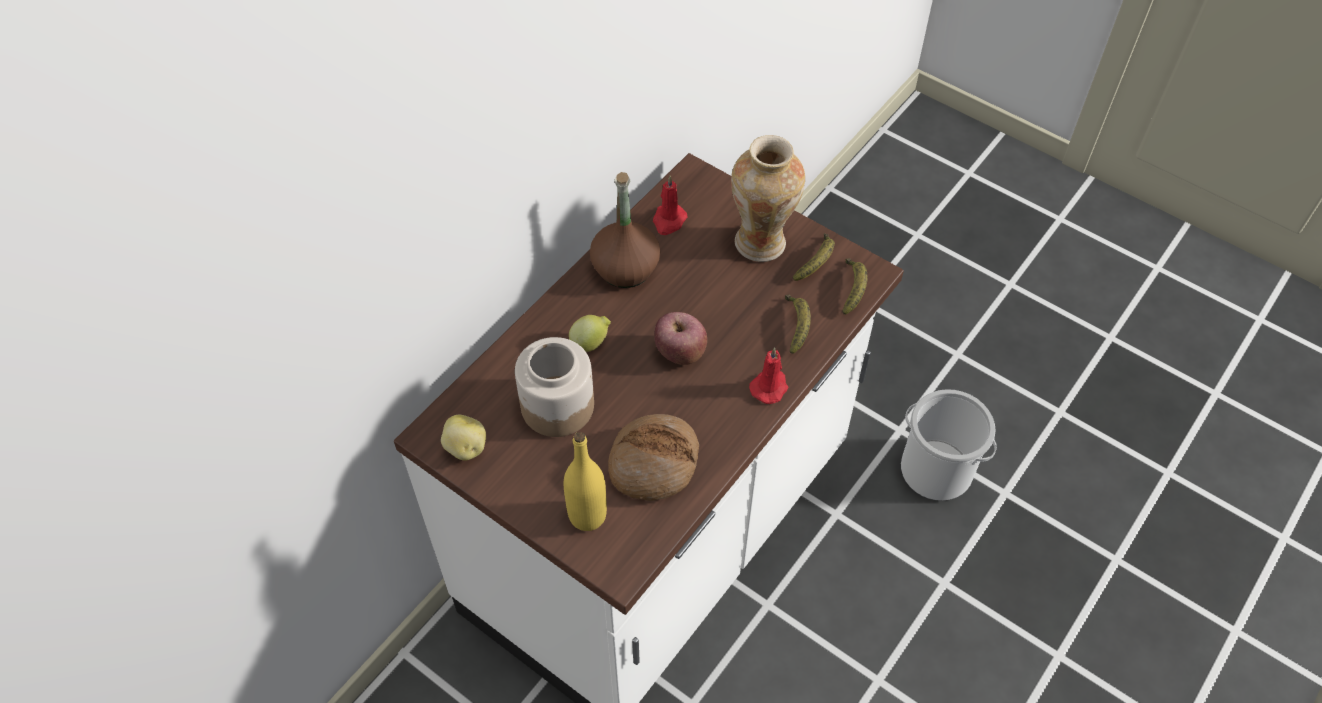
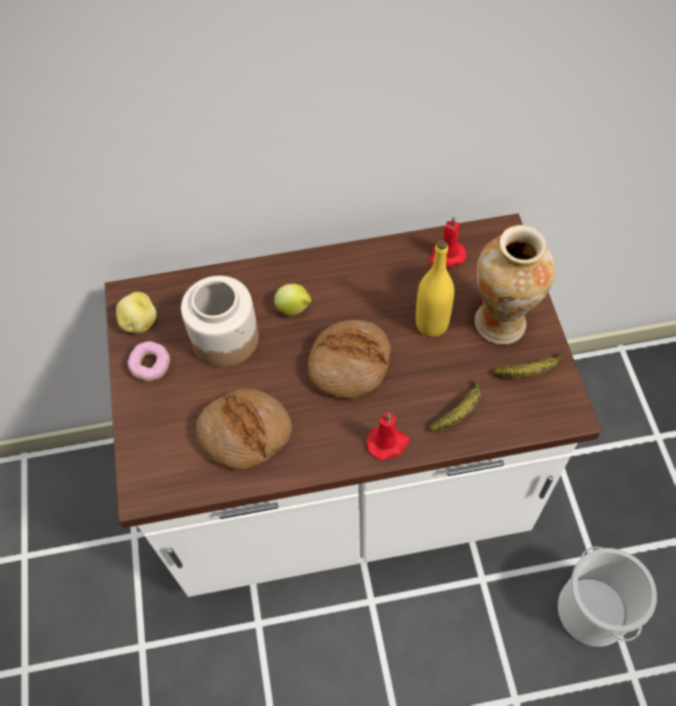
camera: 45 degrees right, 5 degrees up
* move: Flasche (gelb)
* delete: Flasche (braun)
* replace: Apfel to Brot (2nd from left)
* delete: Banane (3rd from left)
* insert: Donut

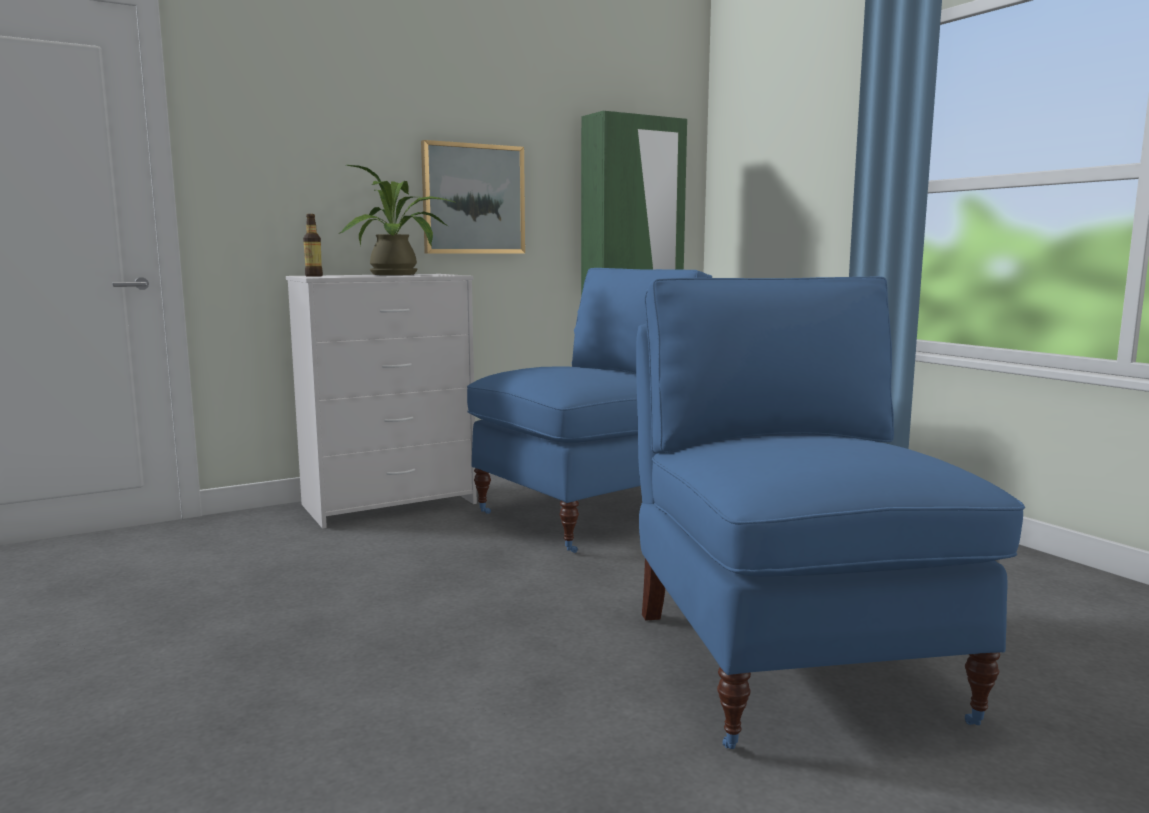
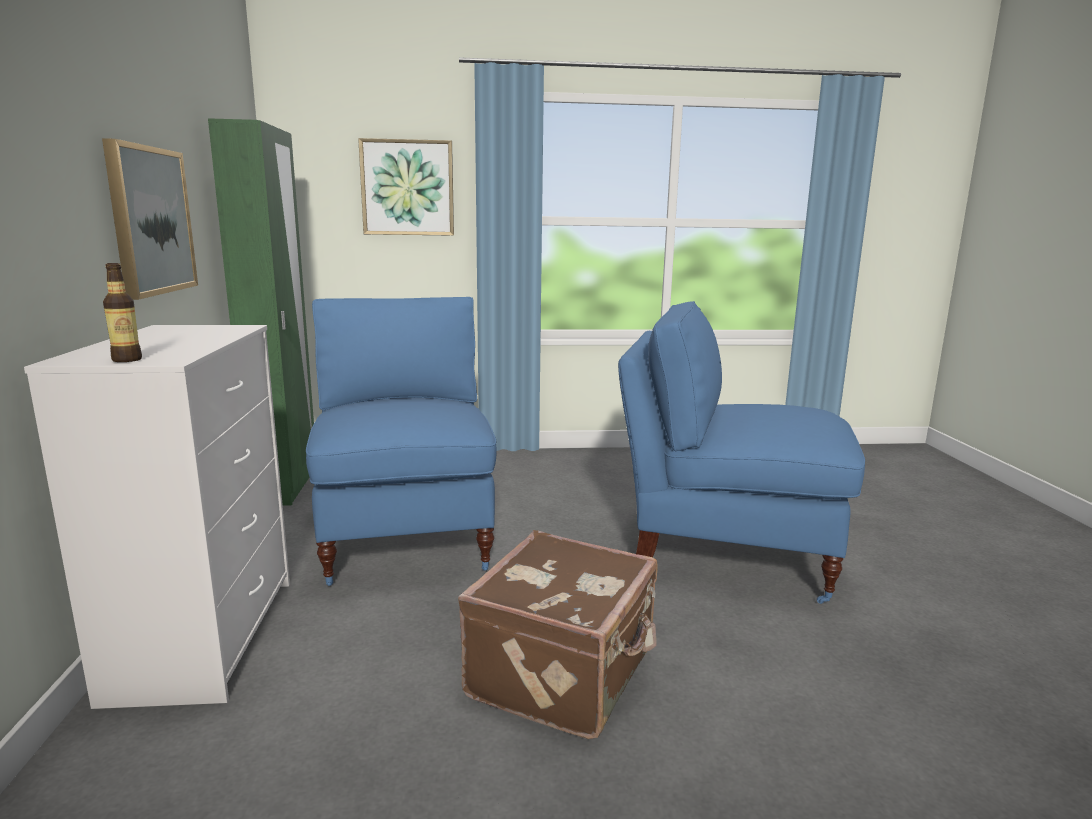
camera: 65 degrees left, 5 degrees up
* delete: Topfpflanze
* insert: Bild (2nd from left)
* insert: Koffer (braun)

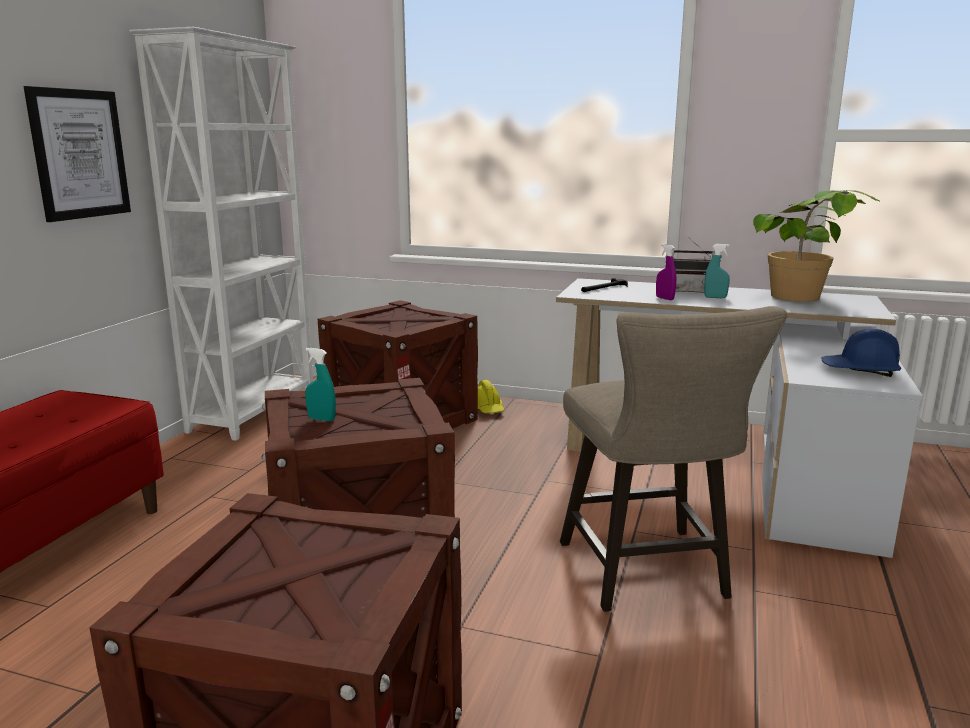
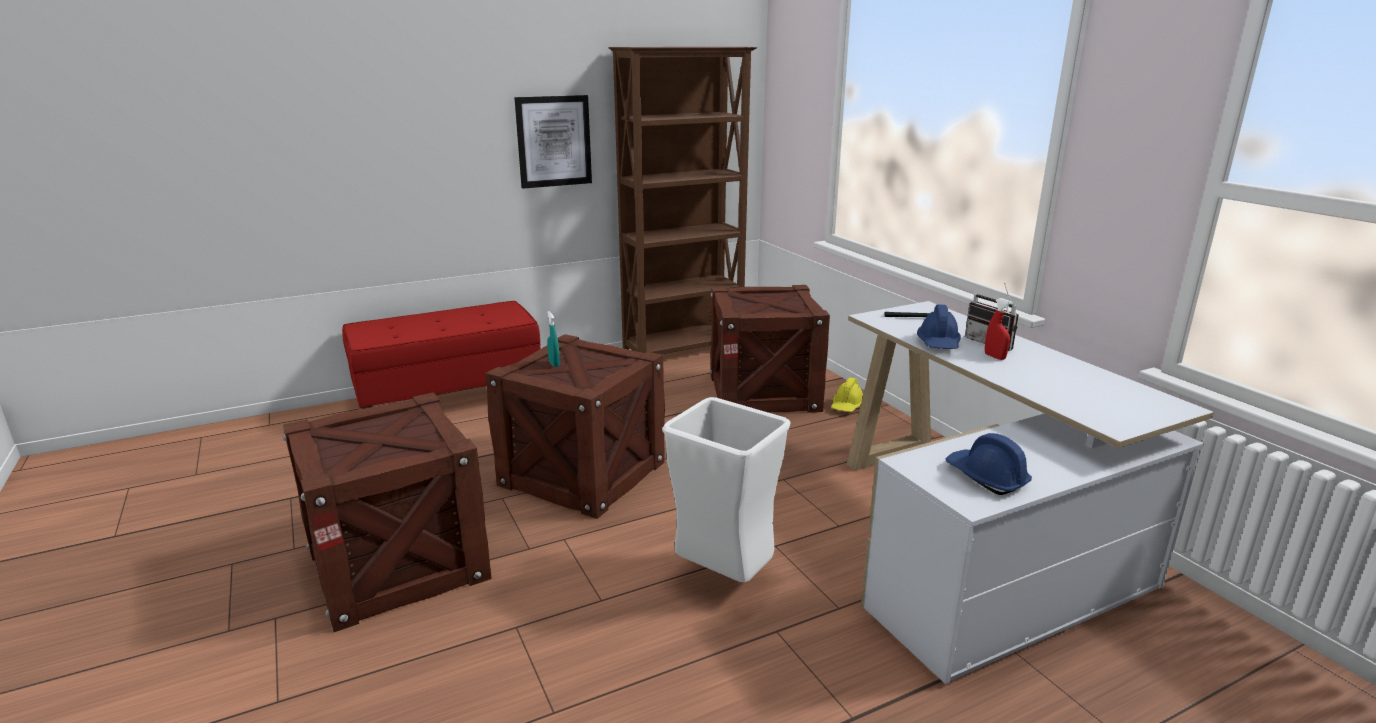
camera: 45 degrees right, 5 degrees up
* recolor: Bücherregal (weiß) to Bücherregal (braun)
* replace: Hocker (beige) to Mülleimer (weiß)
* replace: Sprühflasche (lila) to Schutzhelm (blau) (1st from left)
* recolor: Sprühflasche (türkis) (2nd from left) to Sprühflasche (rot)
* delete: Topfpflanze

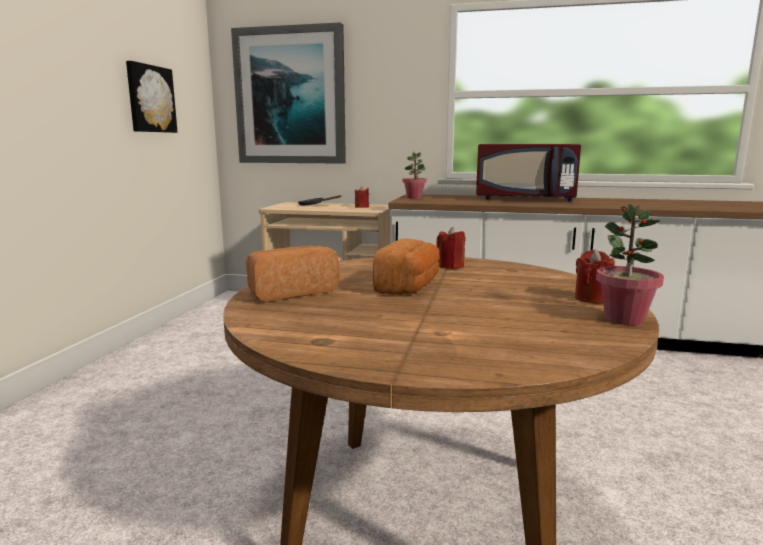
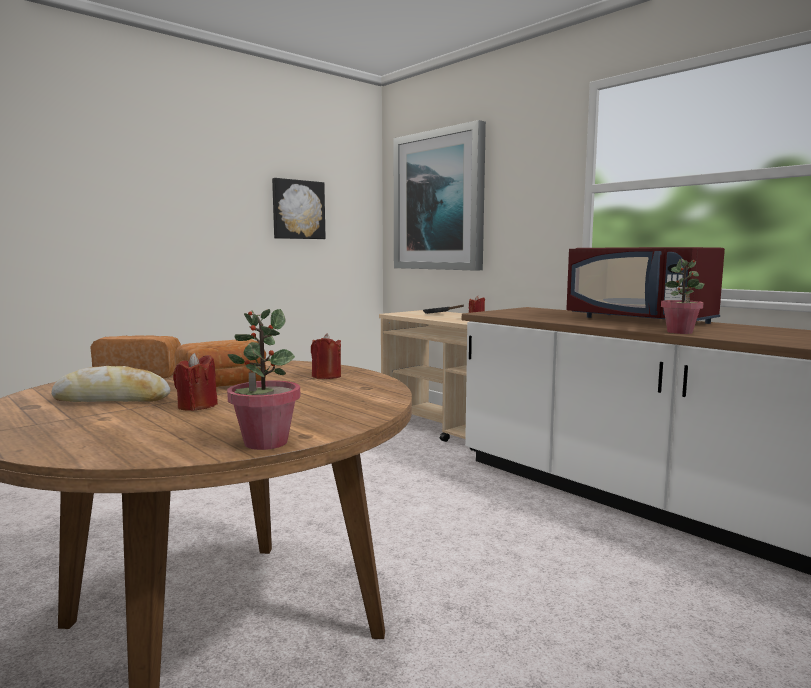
camera: 35 degrees right, 5 degrees down
* move: Topfpflanze (1st from left in the first image) to Topfpflanze (2nd from left)
* move: Kerze (rot) (3rd from left in the first image) to Kerze (rot) (1st from left)
* insert: Brot (1st from left)

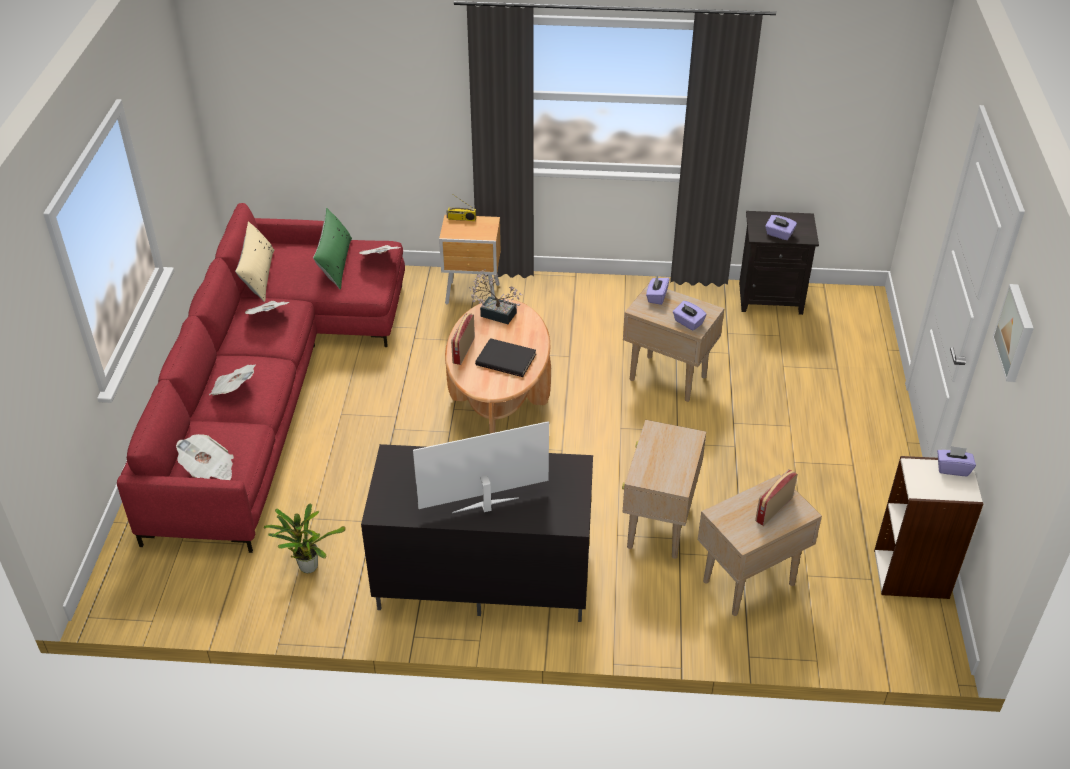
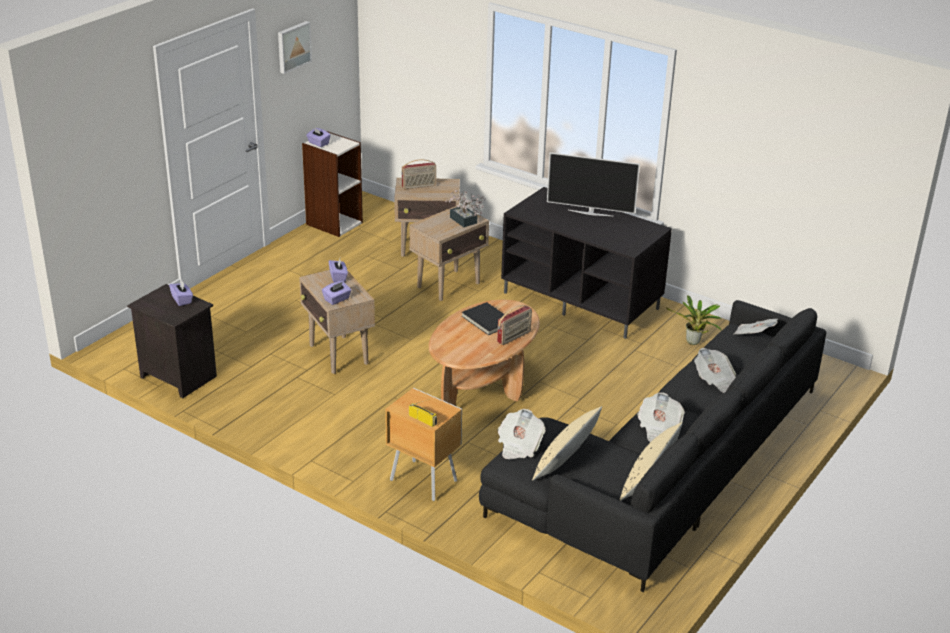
camera: 150 degrees left, 10 degrees down
* recolor: Sofa (rot) to Sofa (schwarz)
* recolor: Kissen (grün) to Kissen (beige) (1st from left)
* move: Topfpflanze (2nd from left in the first image) to Topfpflanze (1st from left)

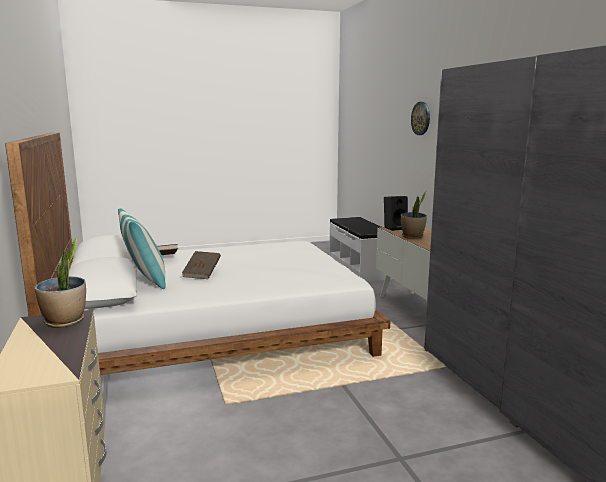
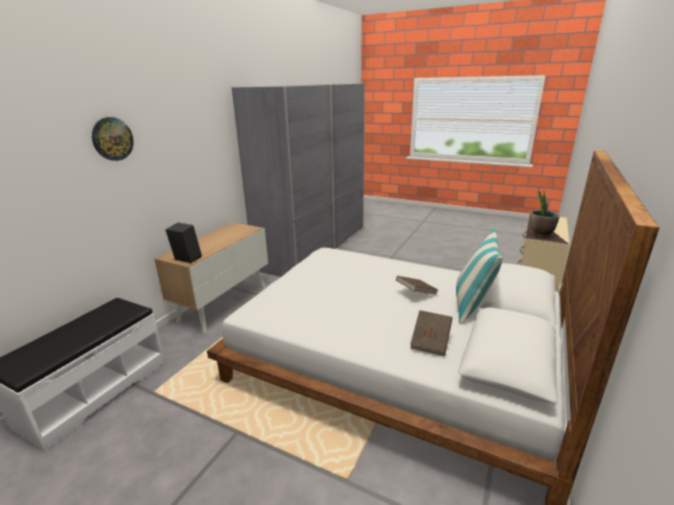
camera: 135 degrees left, 10 degrees up
* delete: Topfpflanze (2nd from left)

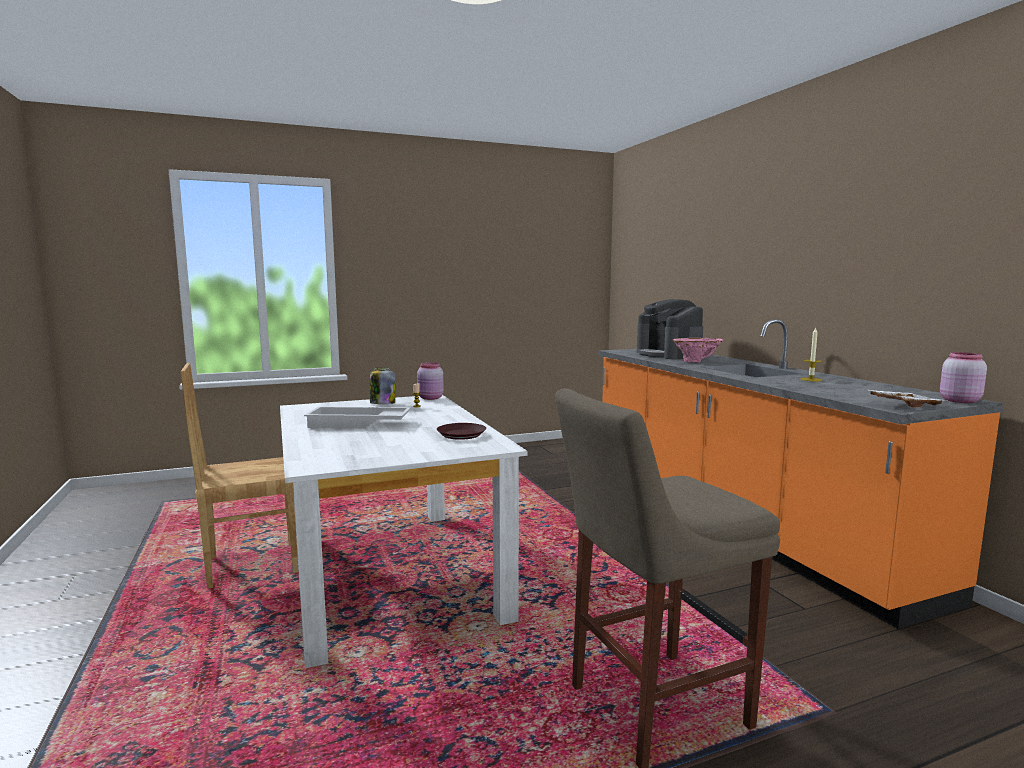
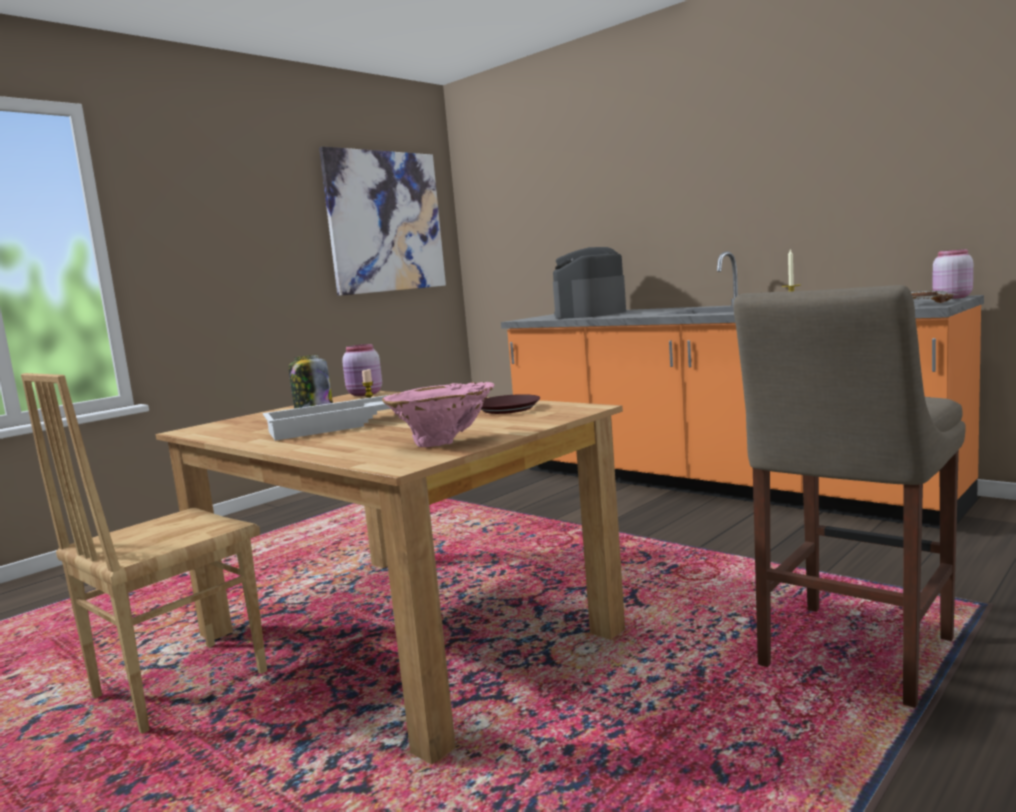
camera: 25 degrees left, 0 degrees up
* recolor: Esstisch (weiß) to Esstisch (braun)
* rotate: Kaffeemaschine 75 degrees clockwise
* move: Vase (rosa)
* insert: Bild

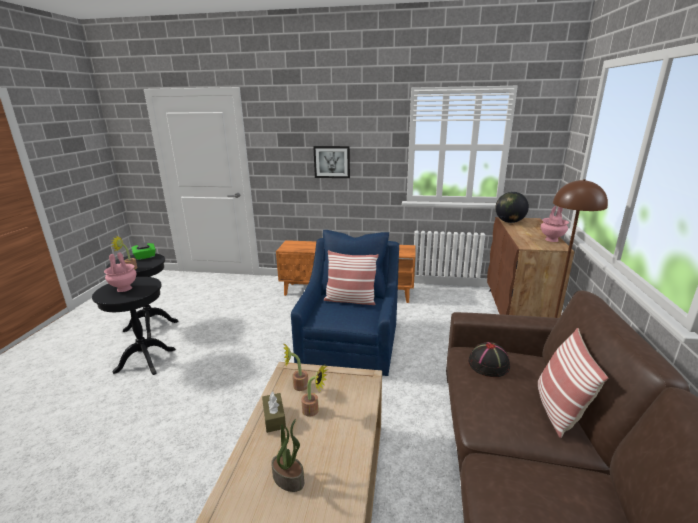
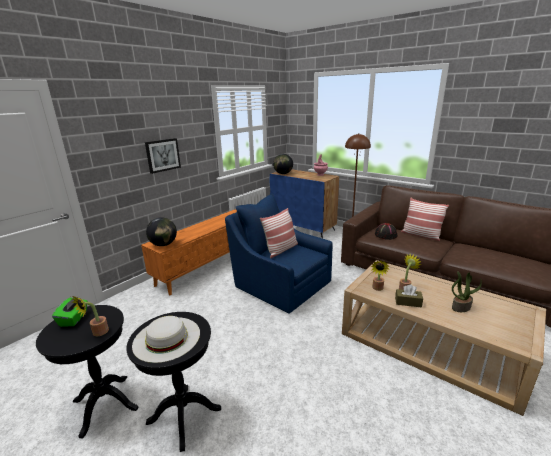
camera: 60 degrees left, 0 degrees up
* replace: Vase (rosa) (1st from left) to Hut (weiß)
* recolor: Schrank (braun) to Schrank (blau)
* insert: Globus (1st from left)

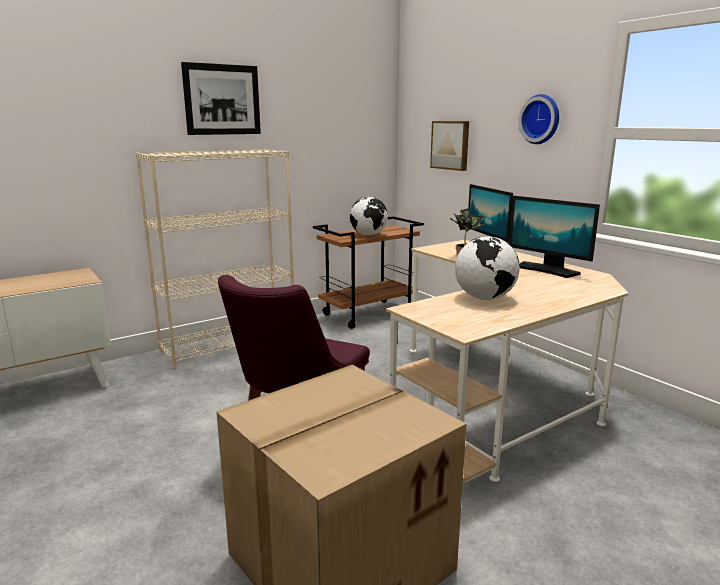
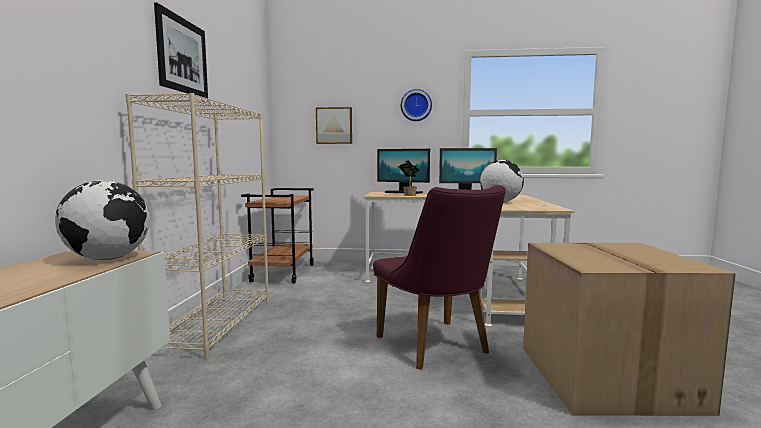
camera: 50 degrees left, 10 degrees down
* move: Globus (1st from left)

